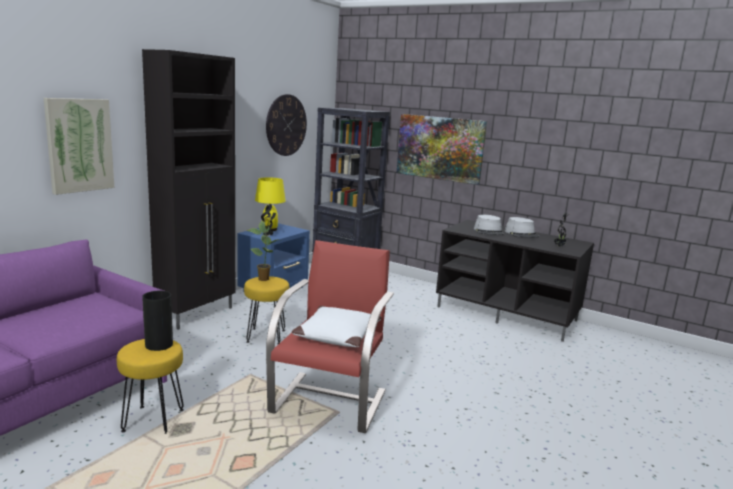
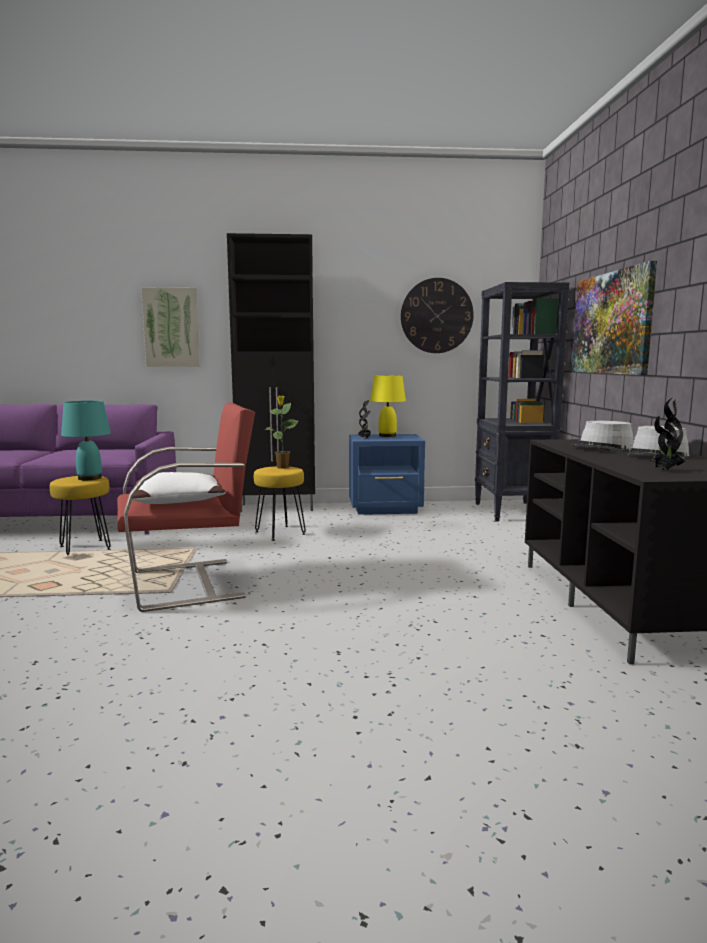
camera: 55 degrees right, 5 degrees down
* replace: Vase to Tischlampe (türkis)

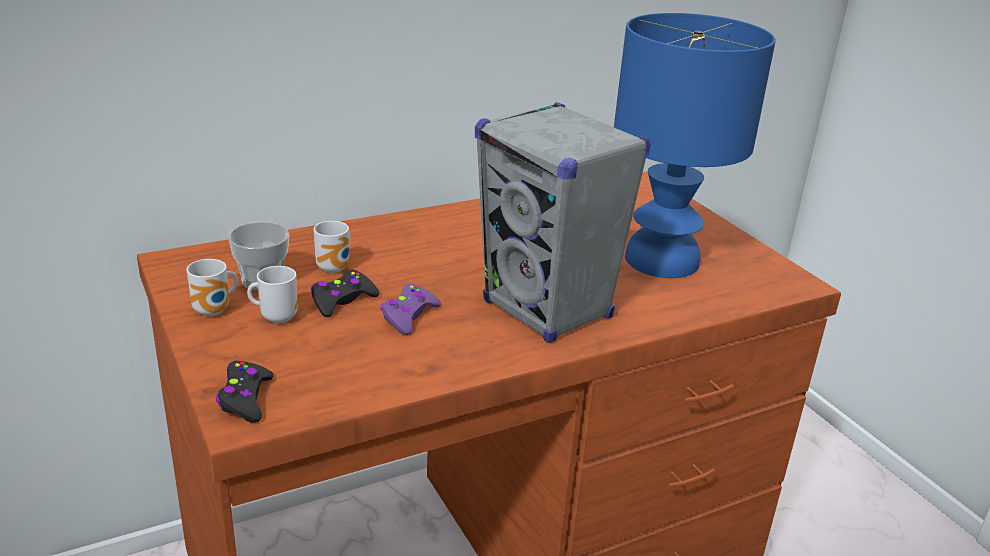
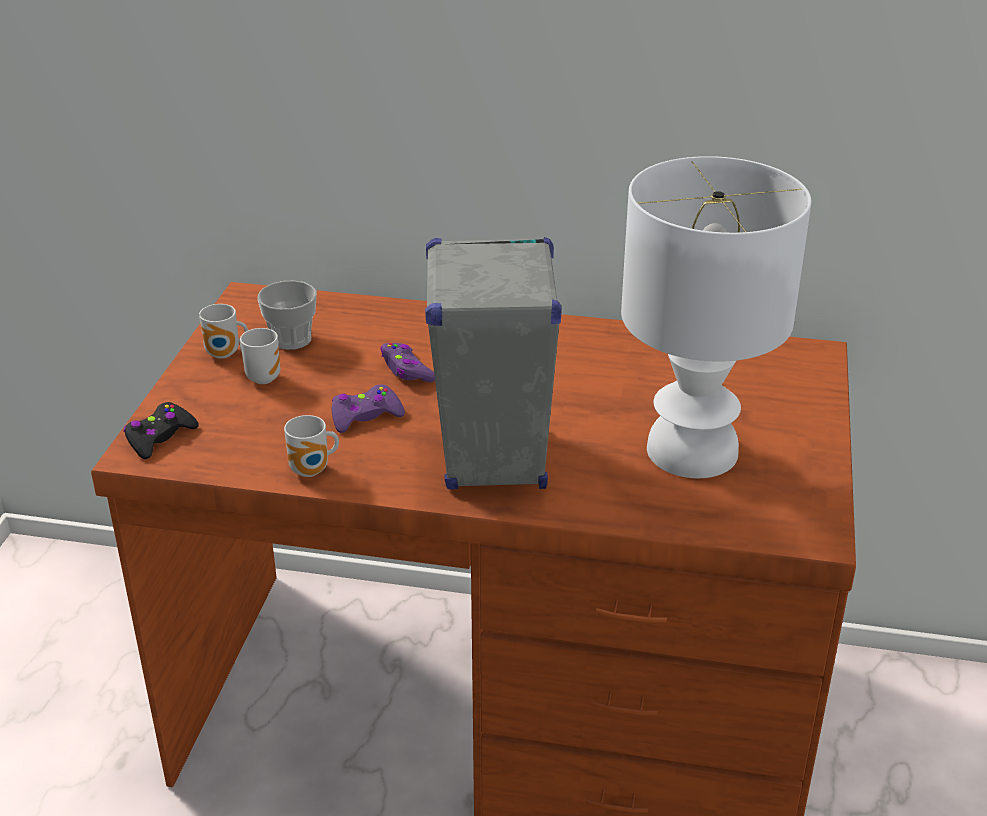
camera: 40 degrees right, 5 degrees up
* delete: Gamepad (schwarz) (2nd from left)
* move: Henkelbecher (3rd from left)
* recolor: Tischlampe (blau) to Tischlampe (weiß)
* insert: Gamepad (lila) (2nd from left)

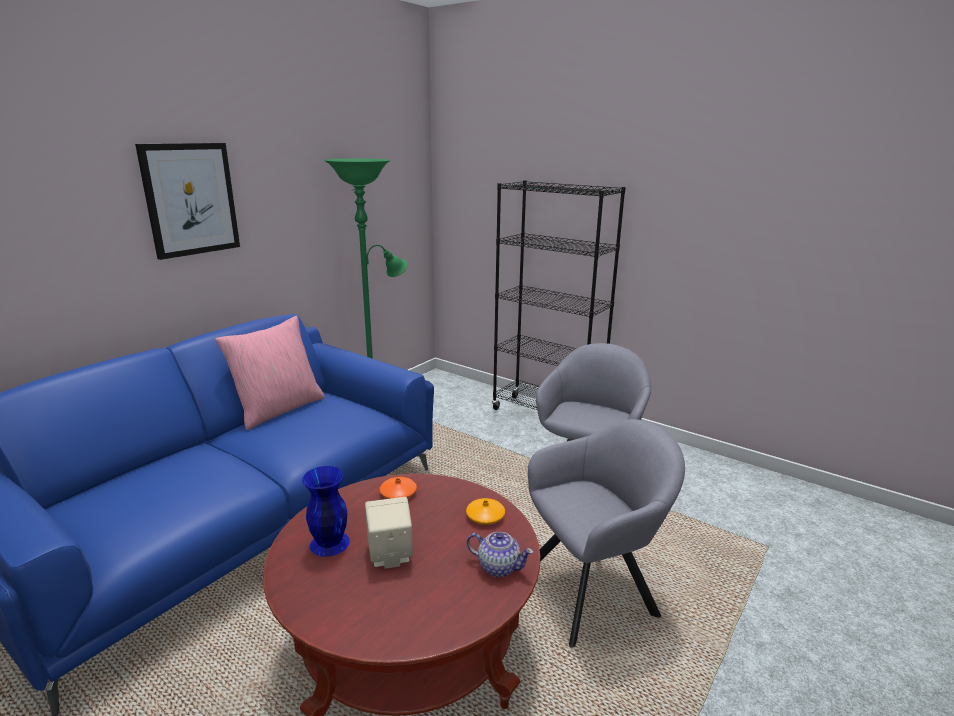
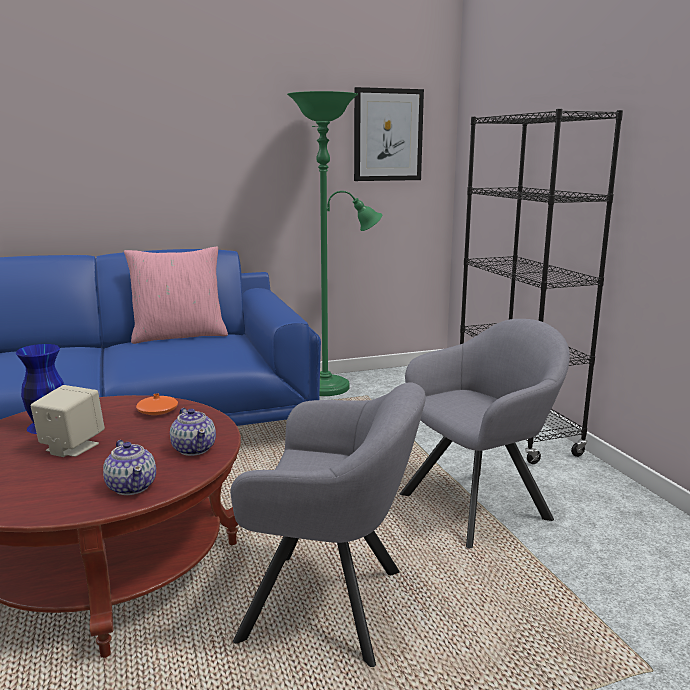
camera: 35 degrees right, 5 degrees down
* move: Bild
* replace: Vase (orange) (2nd from left) to Teekanne (2nd from left)

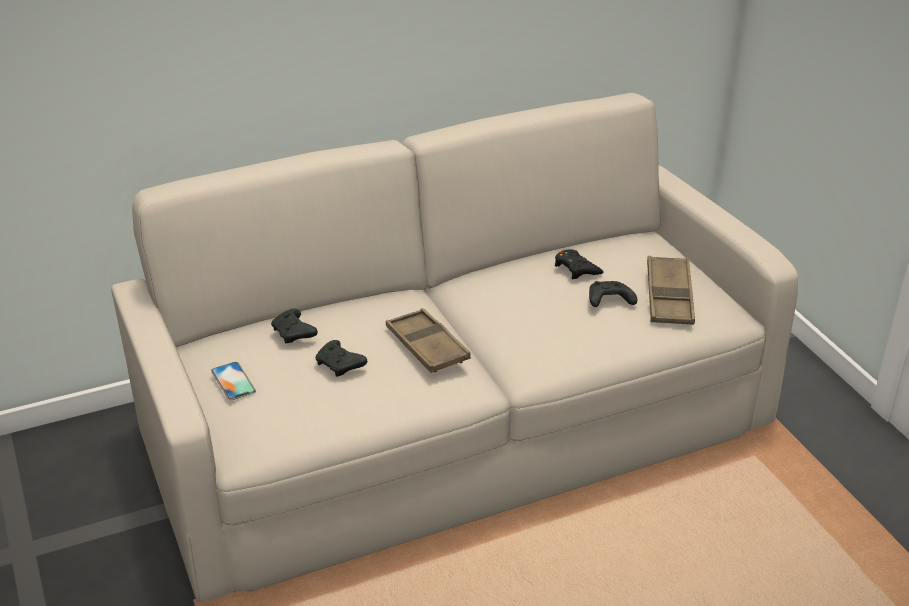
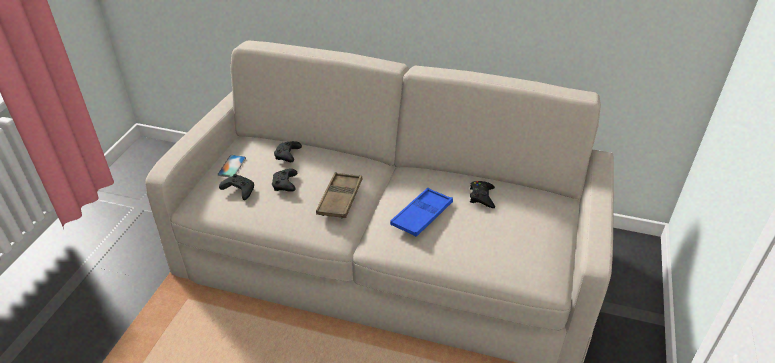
camera: 40 degrees right, 5 degrees up
* move: Gamepad (schwarz) (4th from left in the first image) to Gamepad (schwarz) (1st from left)
* delete: Tablett (braun) (2nd from left)
* insert: Tablett (blau)

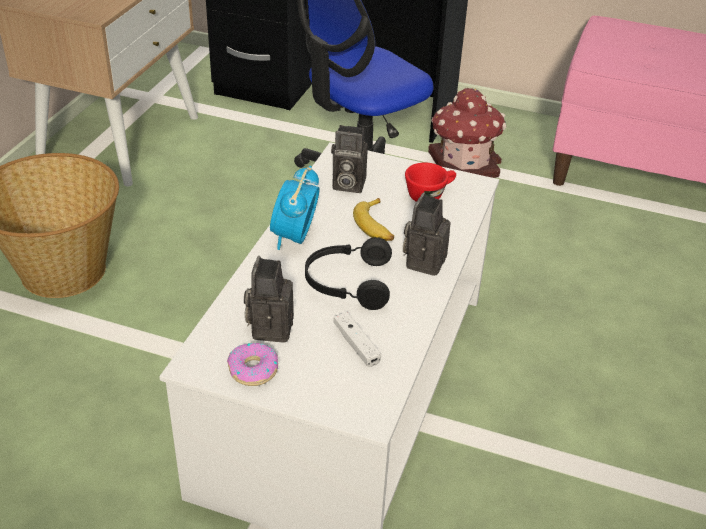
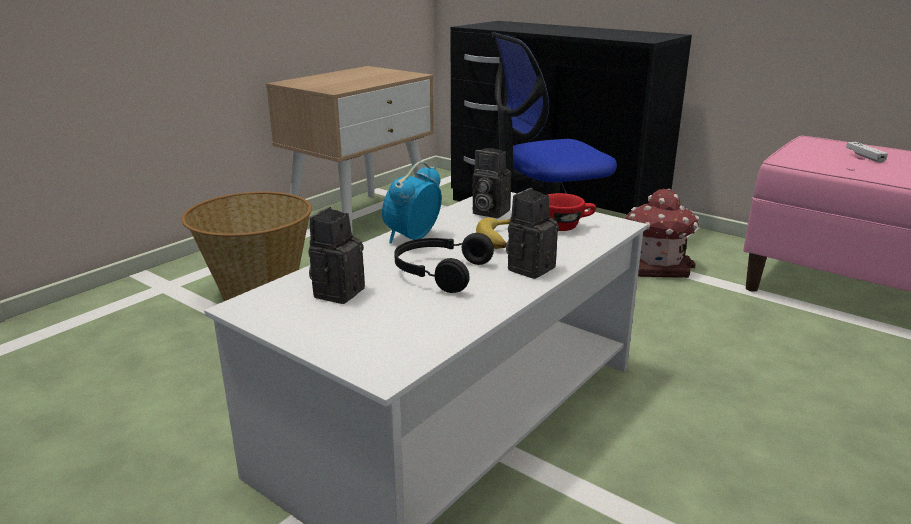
camera: 20 degrees right, 15 degrees down
* delete: Donut
* move: Gamepad (weiß)

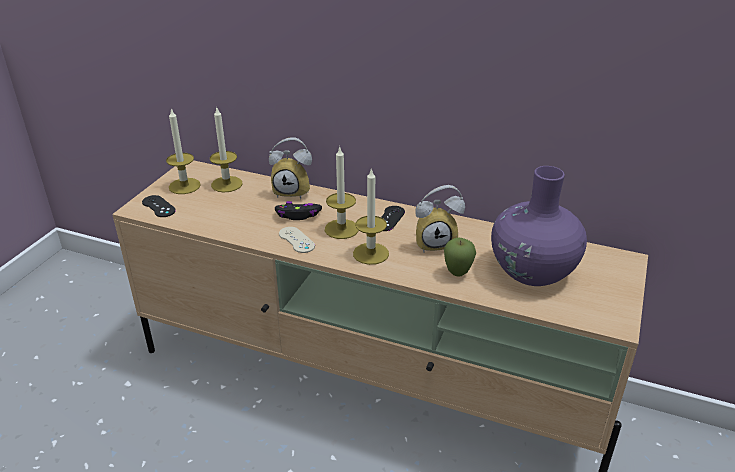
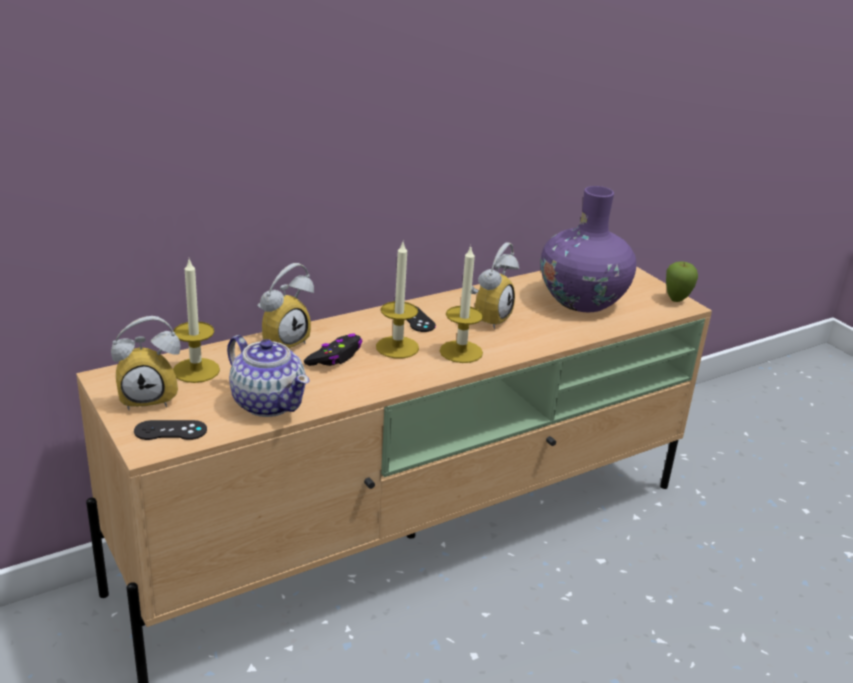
camera: 55 degrees left, 5 degrees down
* replace: Kerze (1st from left) to Wecker (1st from left)
* delete: Gamepad (beige)
* move: Apfel
* insert: Teekanne

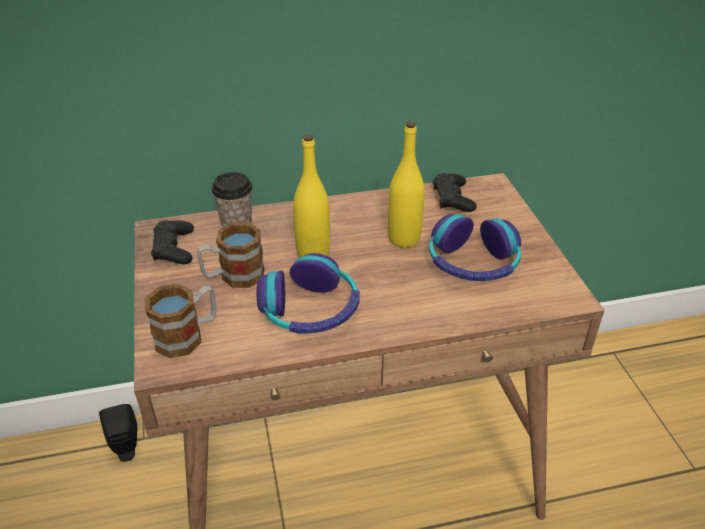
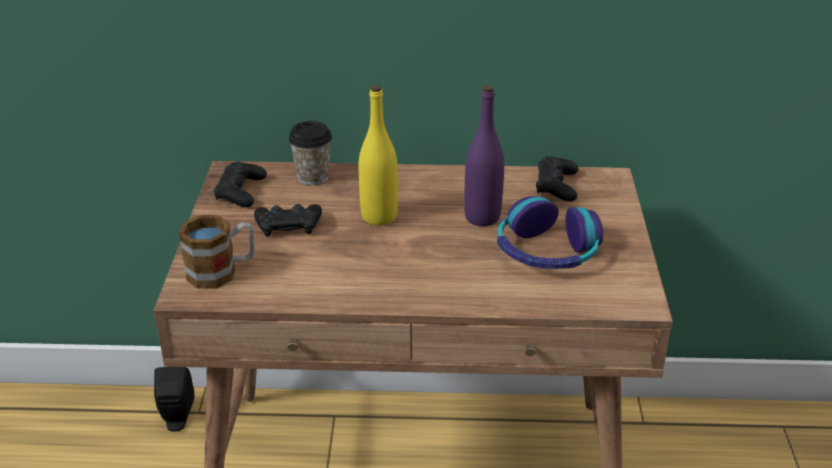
camera: 15 degrees right, 5 degrees down
* replace: Henkelbecher (2nd from left) to Gamepad (schwarz) (2nd from left)
* delete: Kopfhörer (1st from left)
* recolor: Flasche (gelb) (2nd from left) to Flasche (lila)

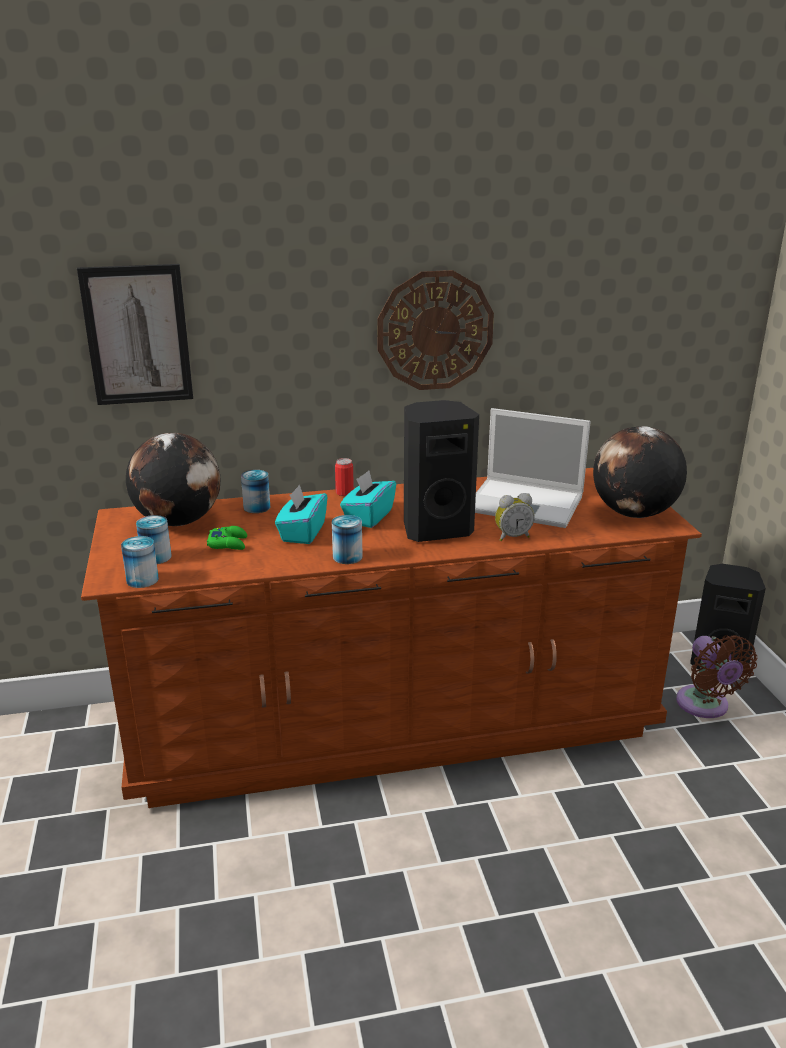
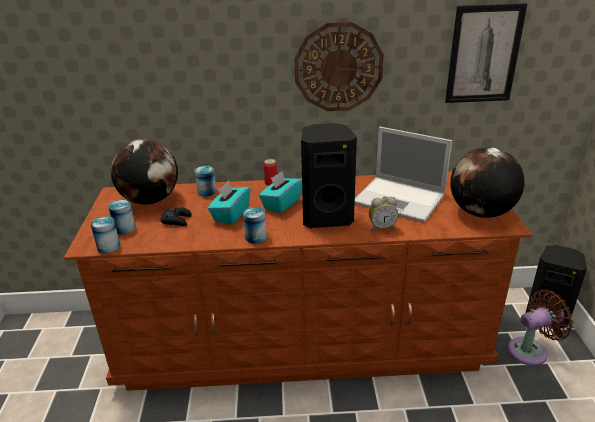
camera: 10 degrees right, 5 degrees up
* move: Bild
* recolor: Gamepad (grün) to Gamepad (schwarz)
* rotate: Ventilator (braun) 105 degrees counterclockwise

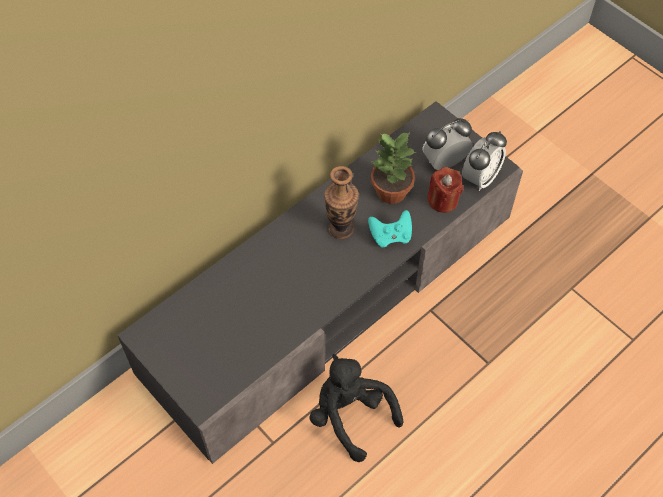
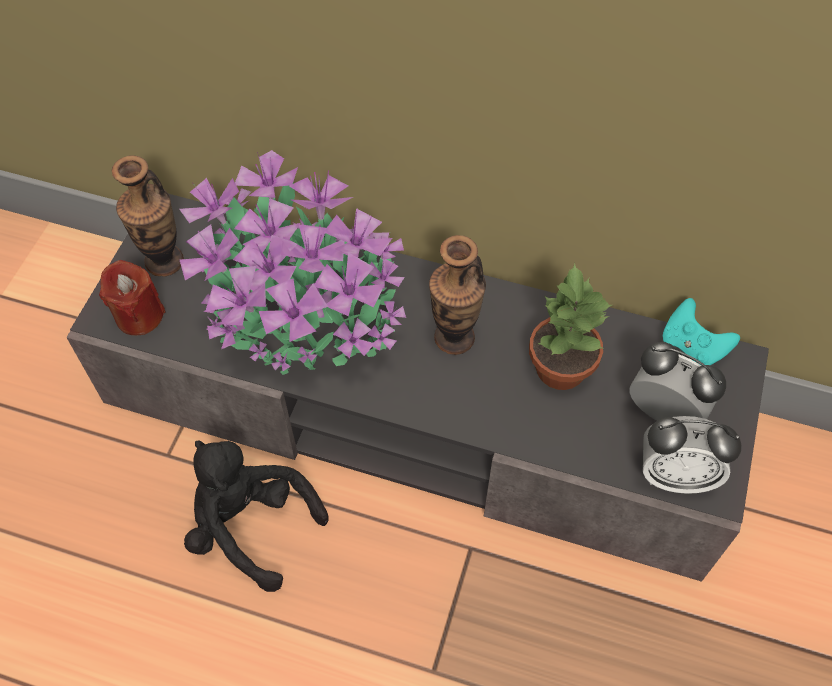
camera: 60 degrees right, 0 degrees up
* rotate: Plüschtier (schwarz) 75 degrees counterclockwise
* move: Gamepad (türkis)
* move: Kerze (rot)
* insert: Vase (1st from left)
* insert: Topfpflanze (1st from left)

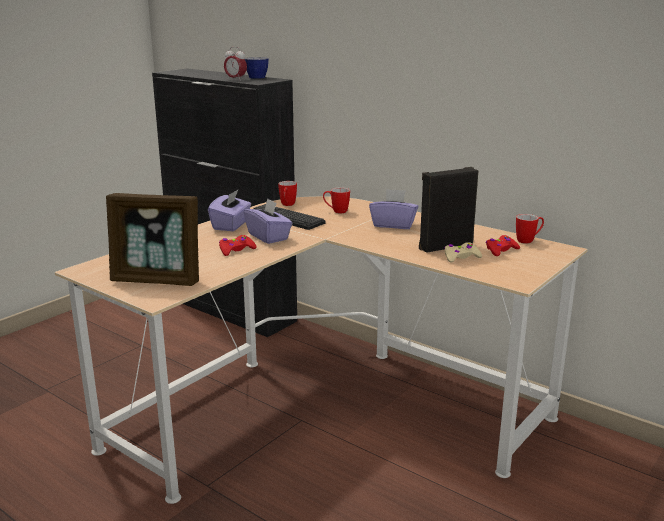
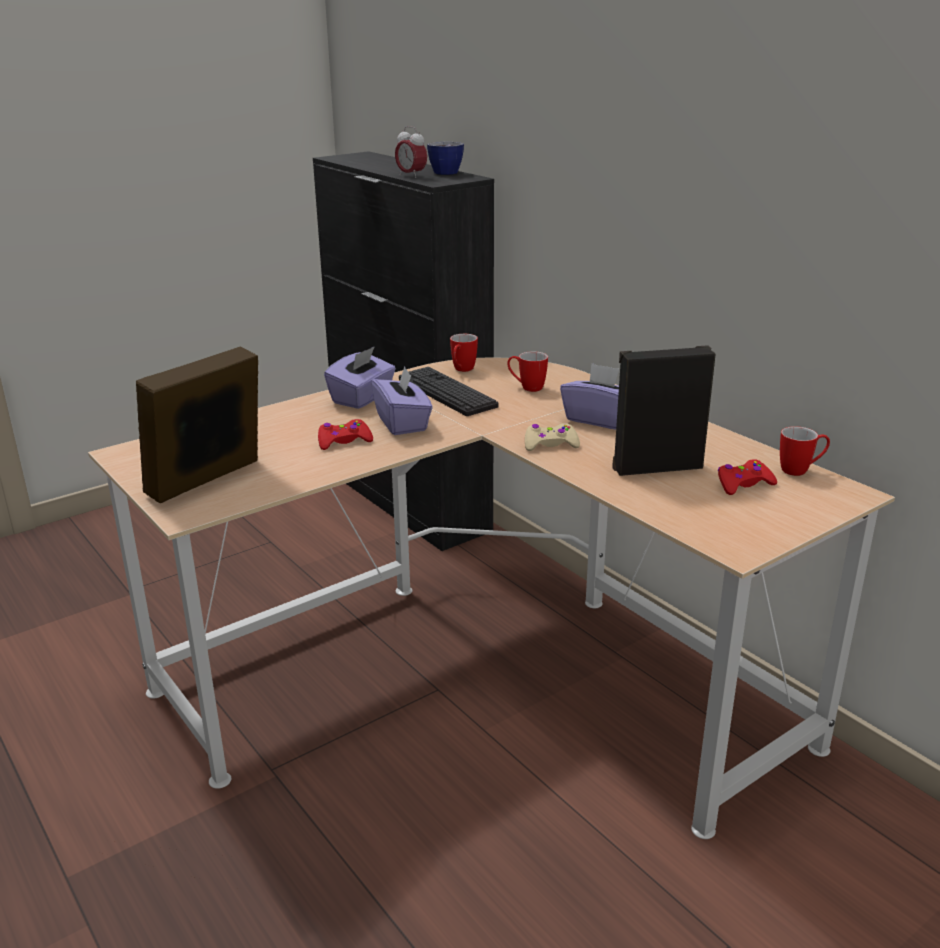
camera: 15 degrees right, 5 degrees up
* rotate: Bilderrahmen 105 degrees clockwise
* move: Gamepad (beige)

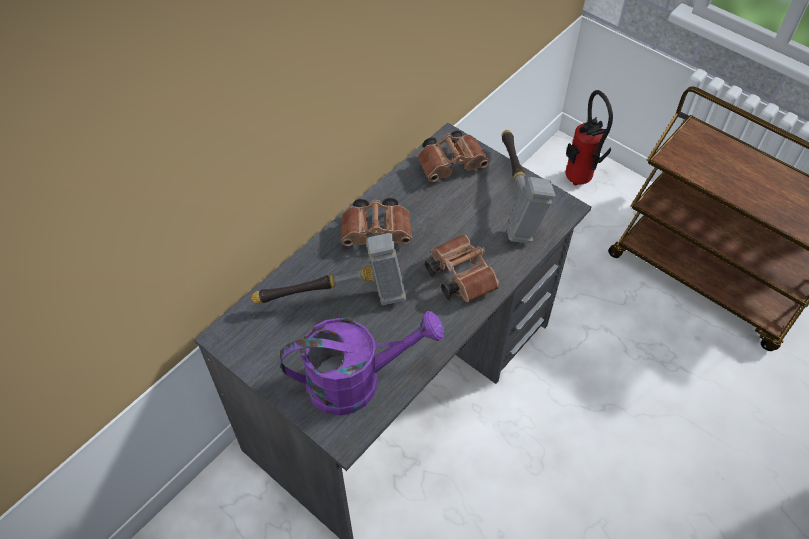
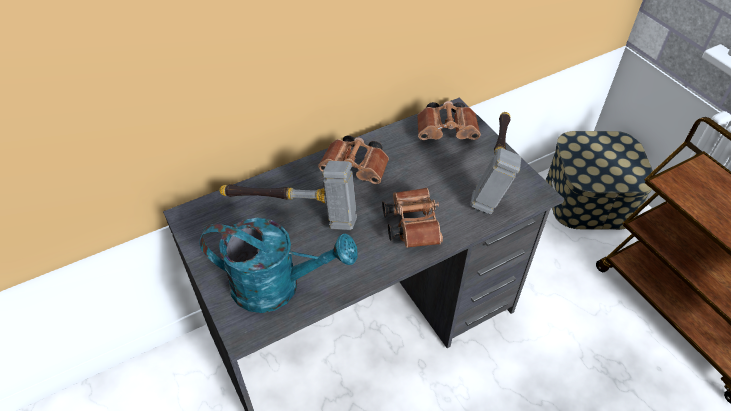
camera: 20 degrees right, 5 degrees down
* recolor: Gießkanne (lila) to Gießkanne (türkis)
* replace: Feuerlöscher to Aufbewahrungsbox

